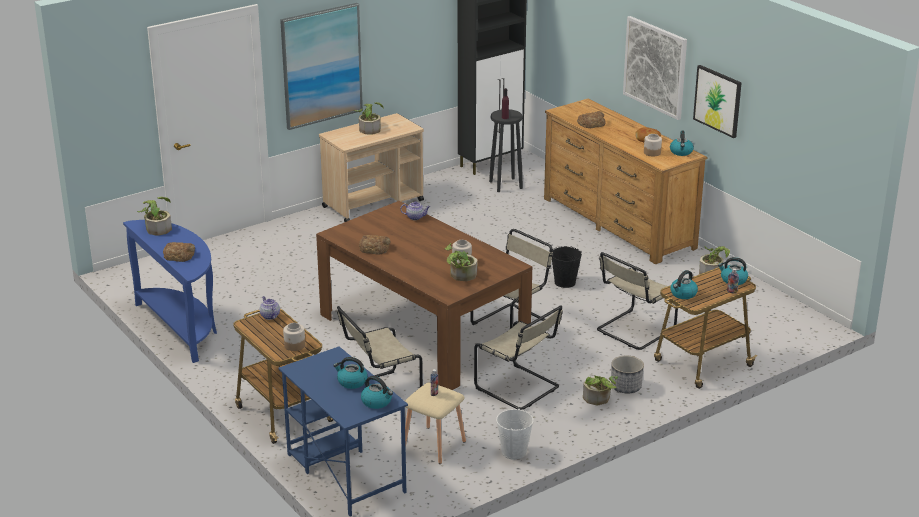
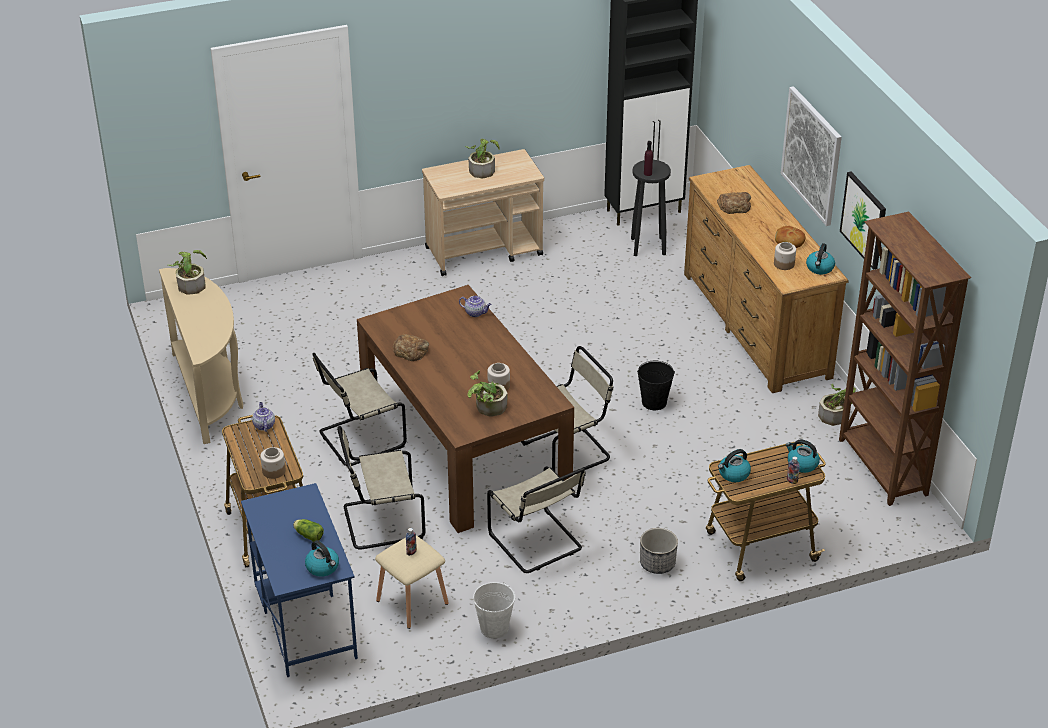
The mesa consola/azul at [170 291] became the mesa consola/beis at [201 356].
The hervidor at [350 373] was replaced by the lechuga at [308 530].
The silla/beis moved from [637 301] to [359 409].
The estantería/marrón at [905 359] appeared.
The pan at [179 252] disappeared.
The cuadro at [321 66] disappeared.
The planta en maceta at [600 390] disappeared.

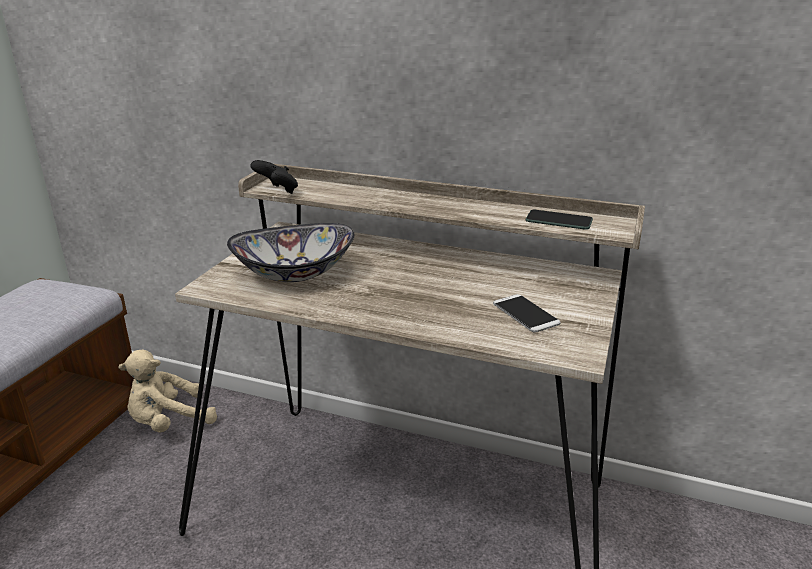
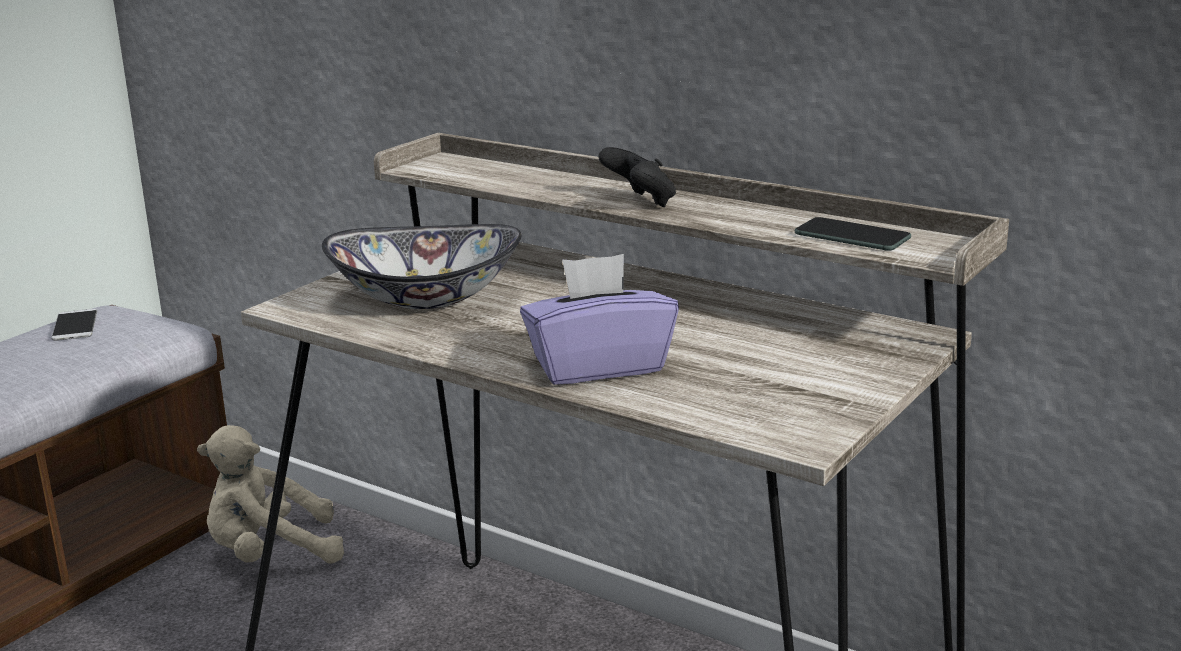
The móvil moved from [526 313] to [74 325].
The caja de pañuelos/morado at [599 319] appeared.
The mando de consola/negro moved from [274 177] to [637 177].

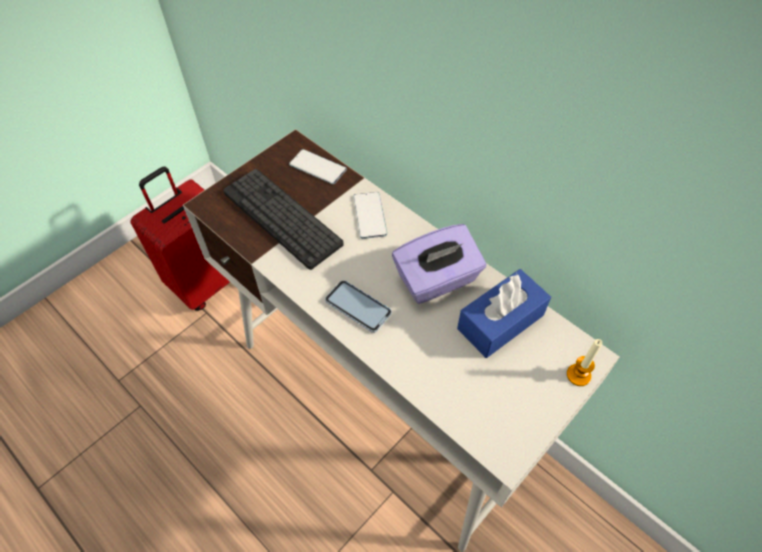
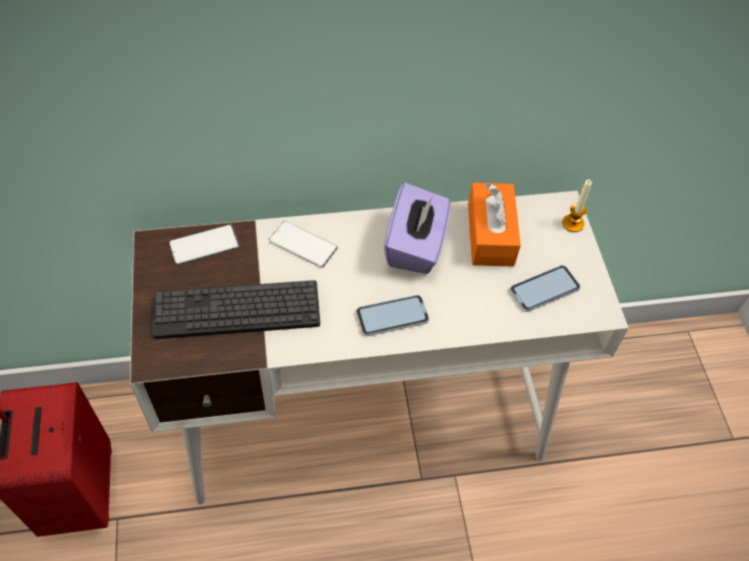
The caja de pañuelos/azul at [504 313] became the caja de pañuelos/naranja at [494 225].
The móvil at [545 288] appeared.

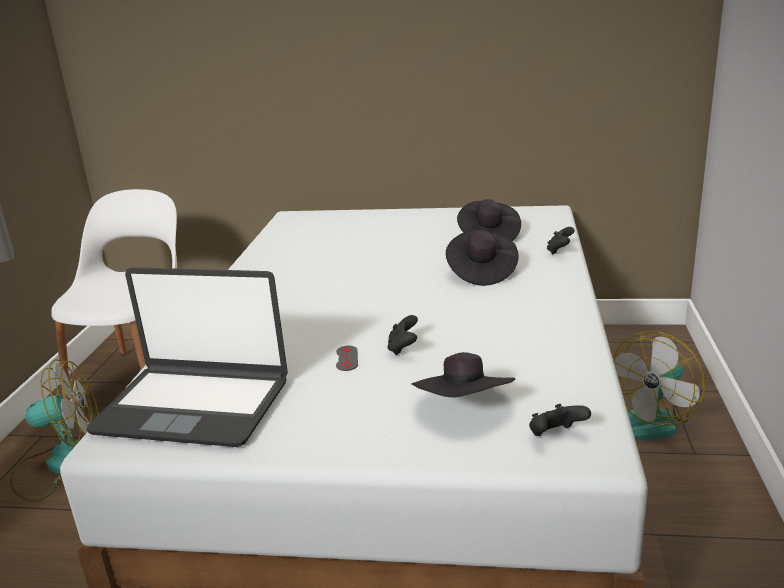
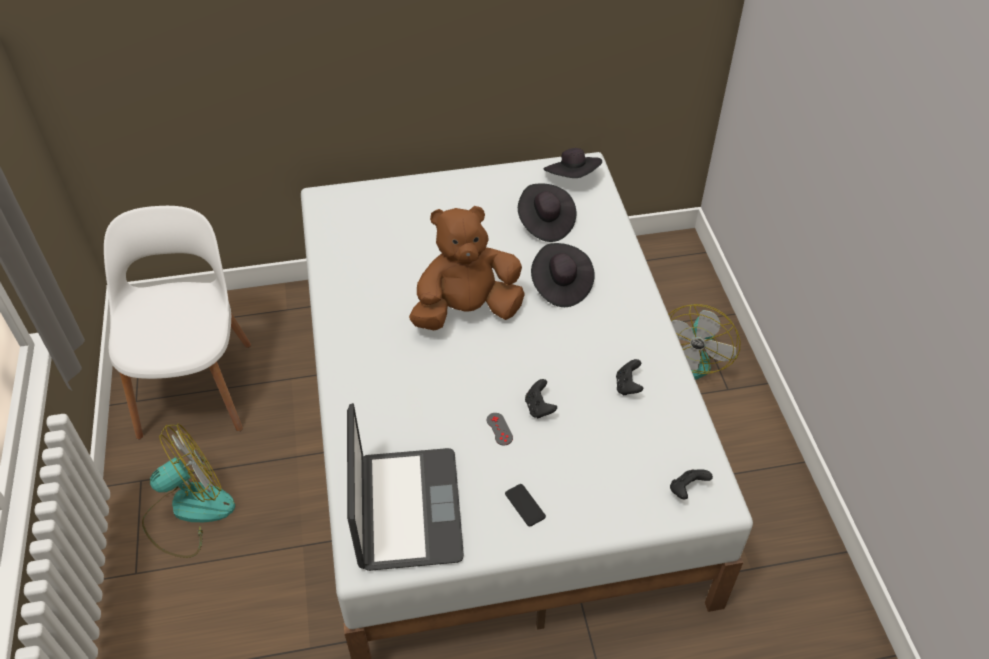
The portátil at [187 357] turned 90 degrees counterclockwise.
The peluche/marrón at [467 268] appeared.
The móvil at [525 505] appeared.
The sombrero/negro moved from [463 375] to [573 163].
The mando de consola/negro moved from [561 240] to [629 377].

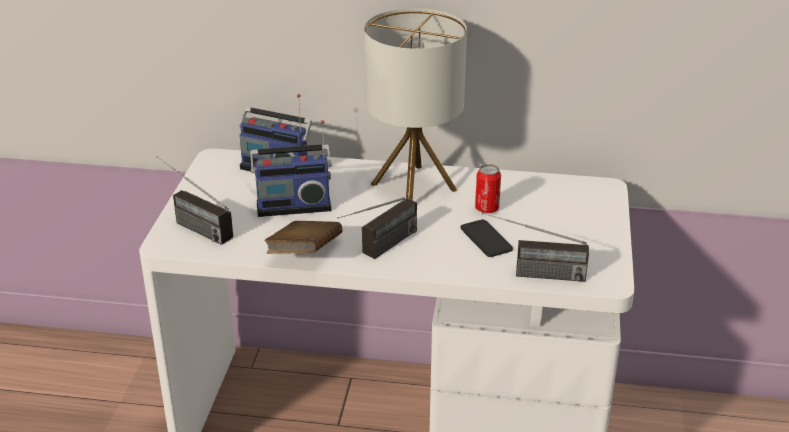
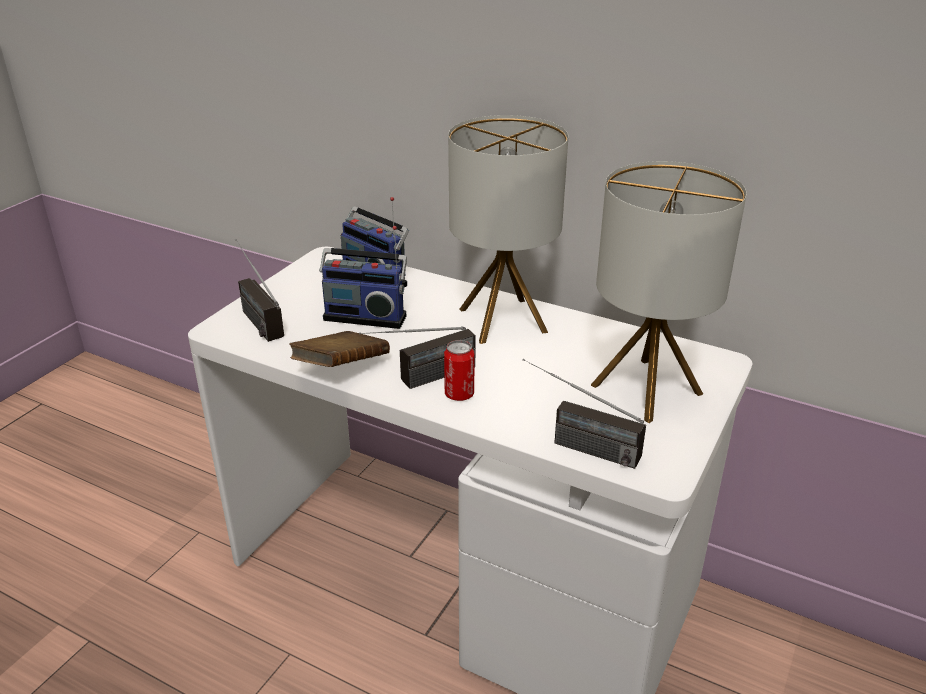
The lata moved from [488 188] to [459 370].
The lámpara de mesa at [669 292] appeared.
The móvil at [487 238] disappeared.

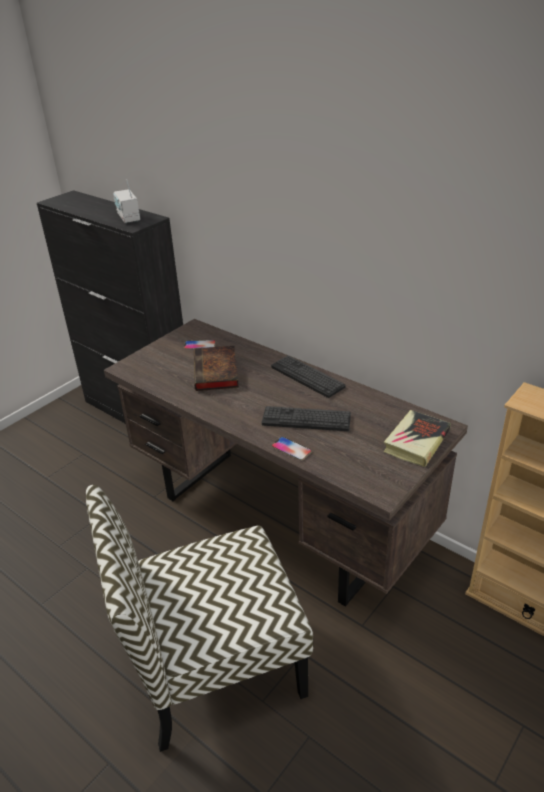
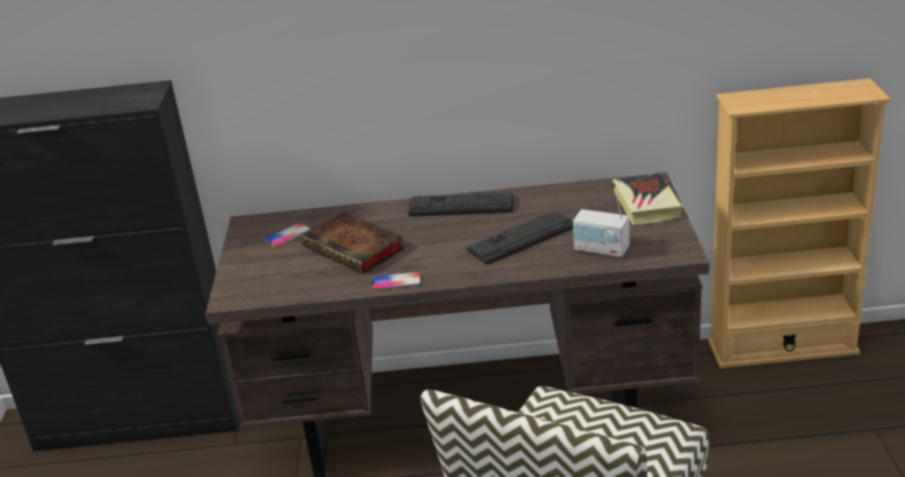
The móvil moved from [291 448] to [396 281].
The radio moved from [126 201] to [601 225].

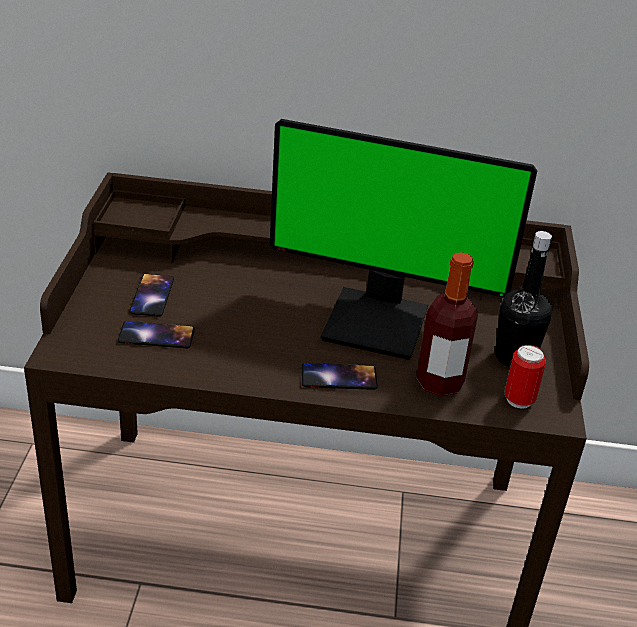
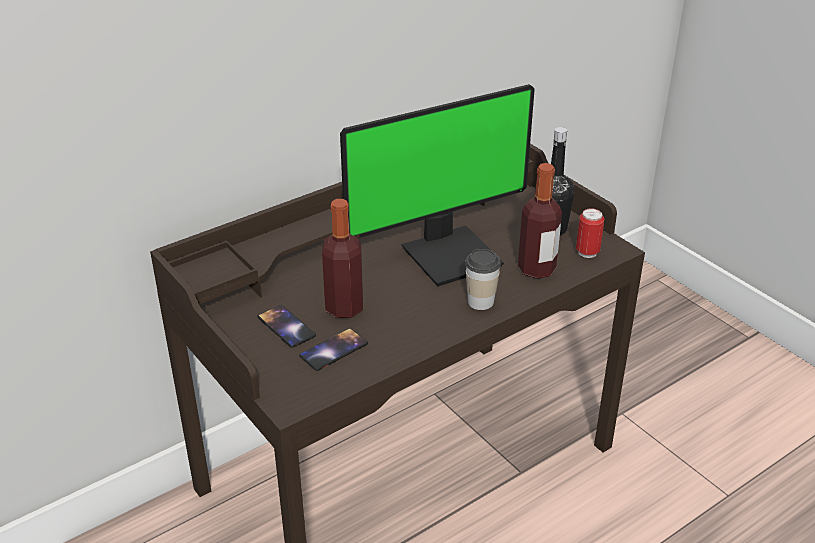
The botella at [342 258] appeared.
The móvil at [340 376] was replaced by the taza at [483 279].

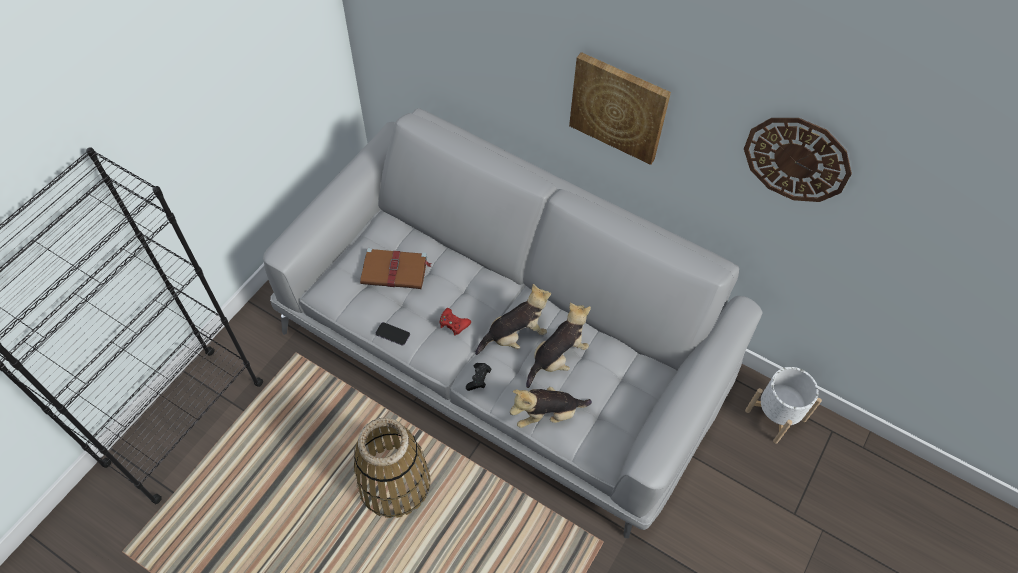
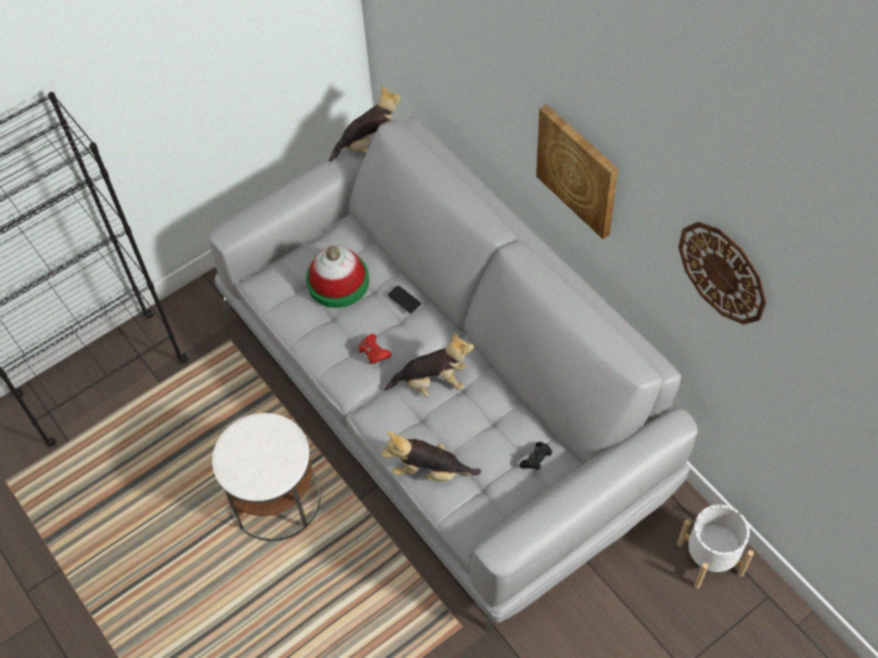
The cesta at [392 468] was replaced by the mesa auxiliar/blanco at [266 477].
The libro/marrón at [396 268] was replaced by the sombrero at [337 277].
The peluche moved from [558 345] to [365 123].
The móvil moved from [393 334] to [404 300].
The mando de consola/negro moved from [478 377] to [536 456].

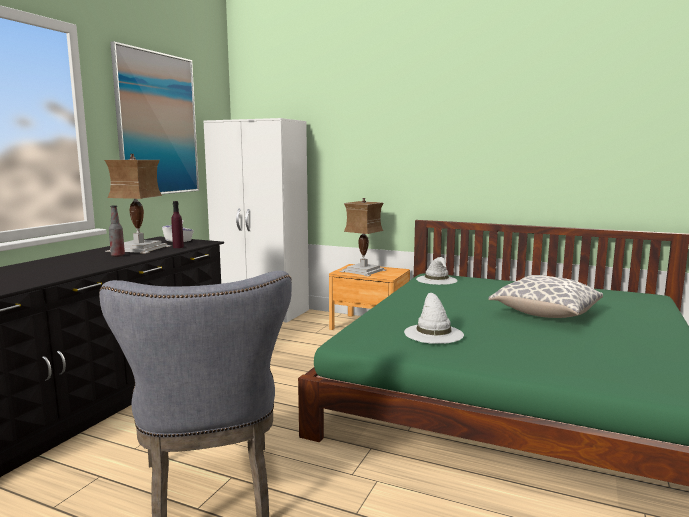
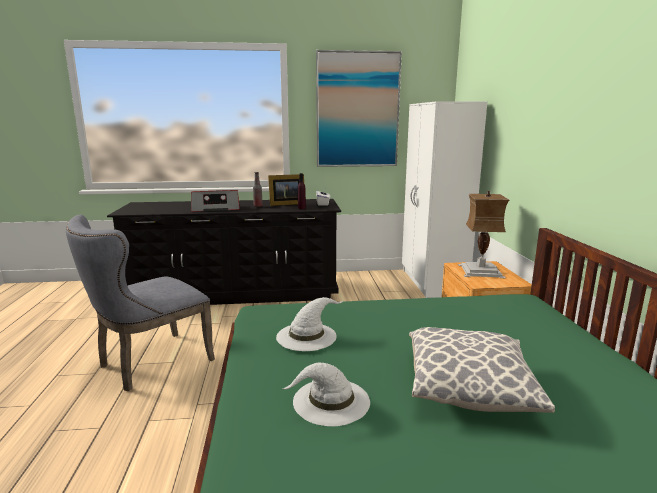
The radio at [215 201] appeared.
The lámpara de mesa at [138 204] was replaced by the portarretratos at [286 190].
The sombrero/blanco moved from [437 271] to [326 394].

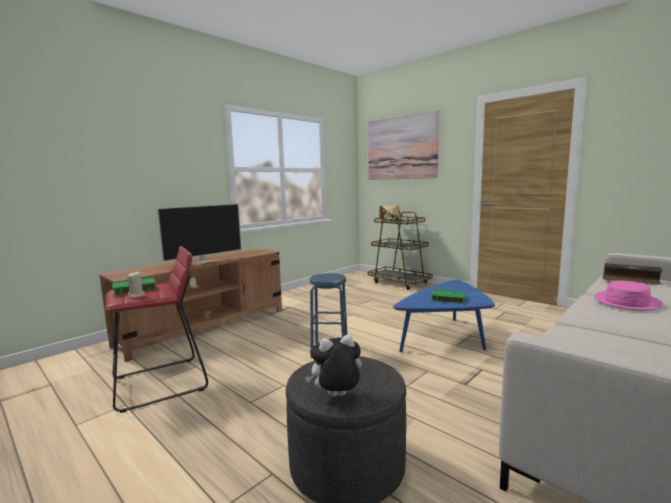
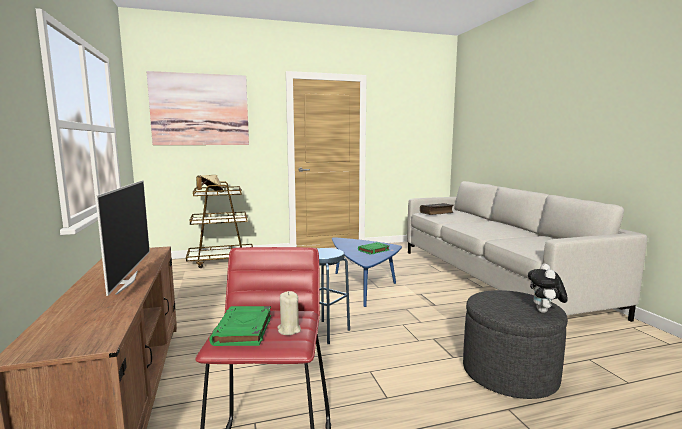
The sombrero/rosa at [628 296] disappeared.

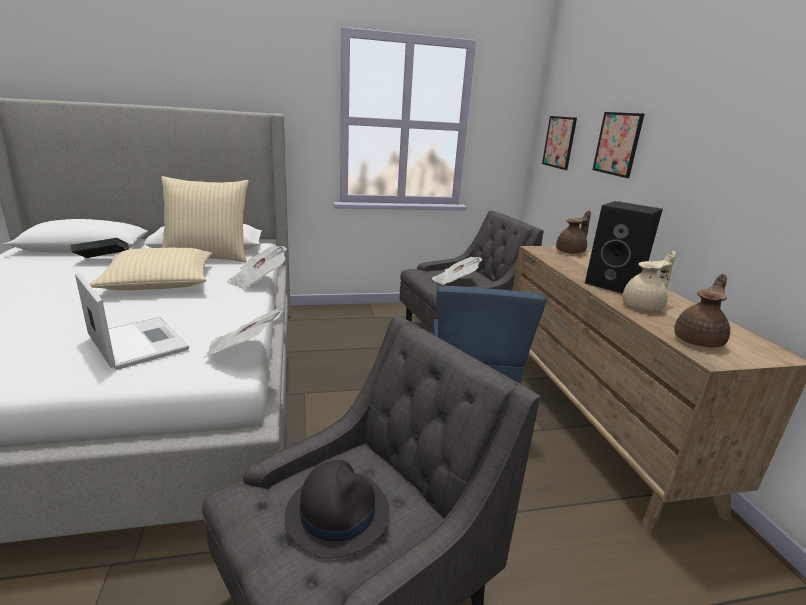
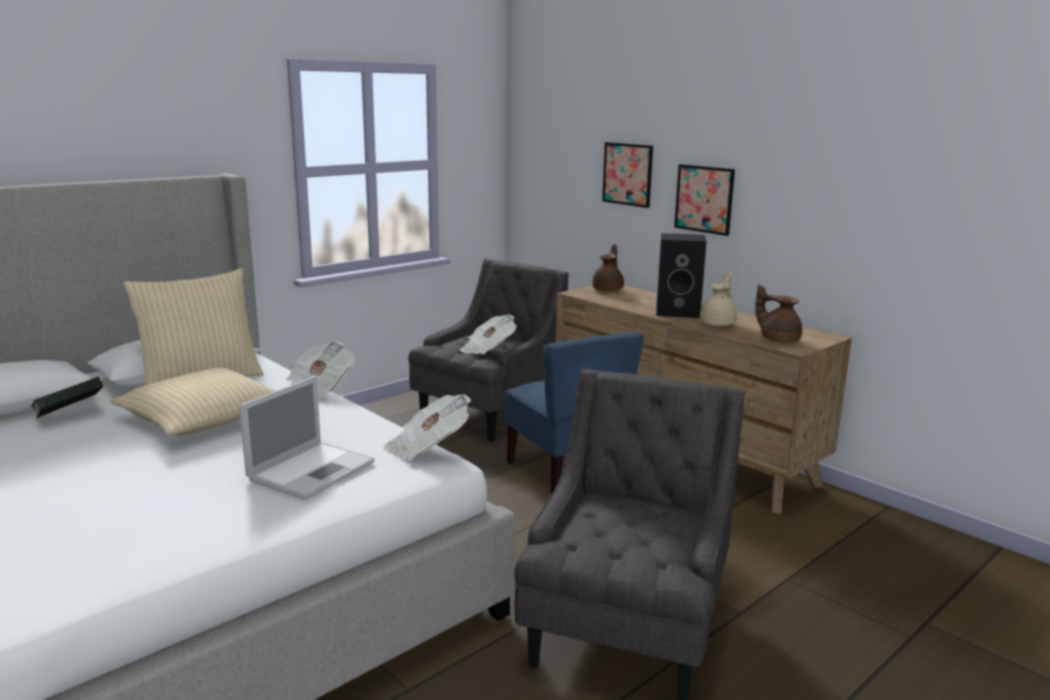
The portátil at [132 321] turned 105 degrees clockwise.
The cuadro moved from [559 143] to [704 200].
The tetera/marrón at [702 310] turned 60 degrees counterclockwise.
The sombrero/negro at [337 509] disappeared.

